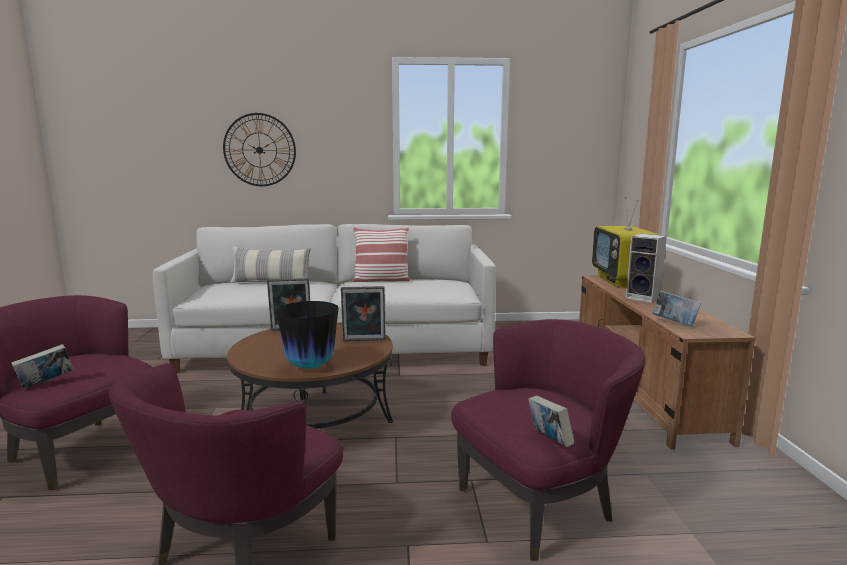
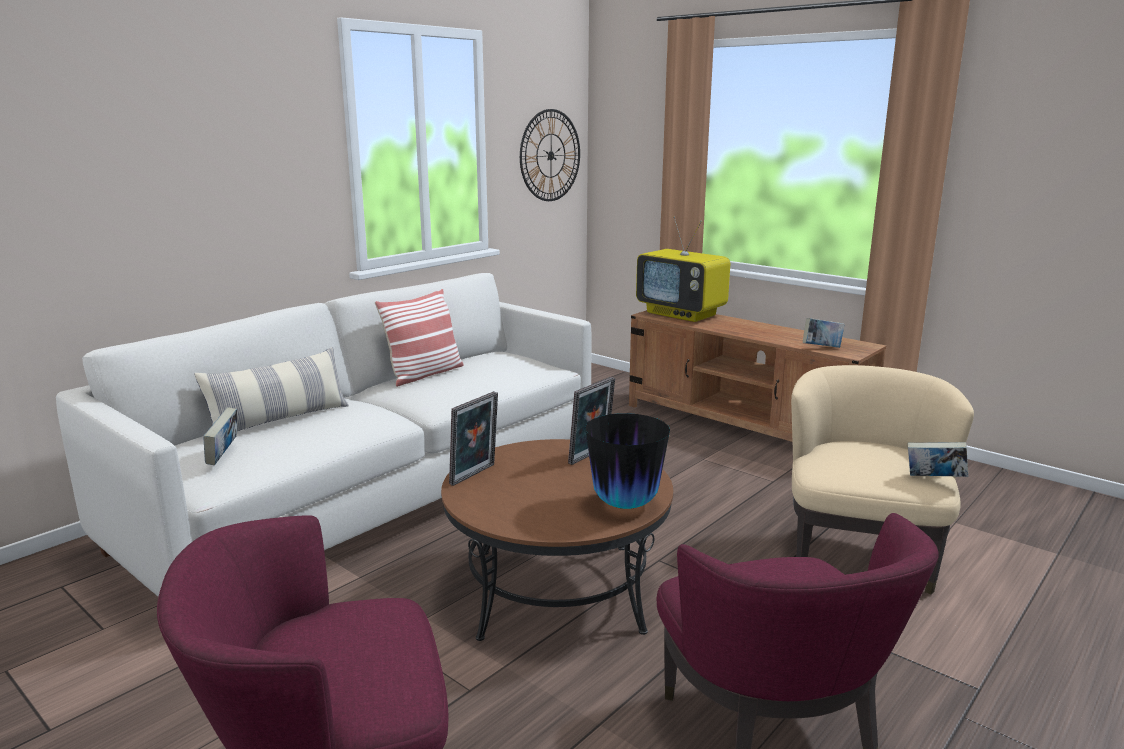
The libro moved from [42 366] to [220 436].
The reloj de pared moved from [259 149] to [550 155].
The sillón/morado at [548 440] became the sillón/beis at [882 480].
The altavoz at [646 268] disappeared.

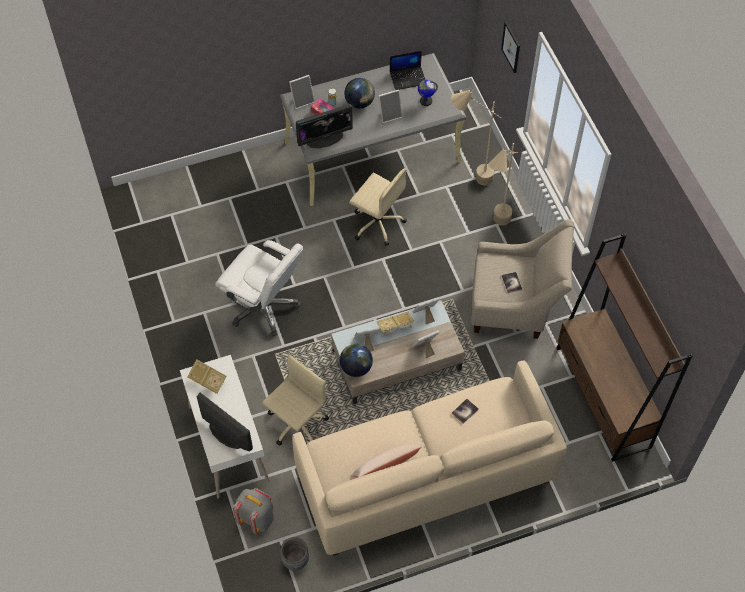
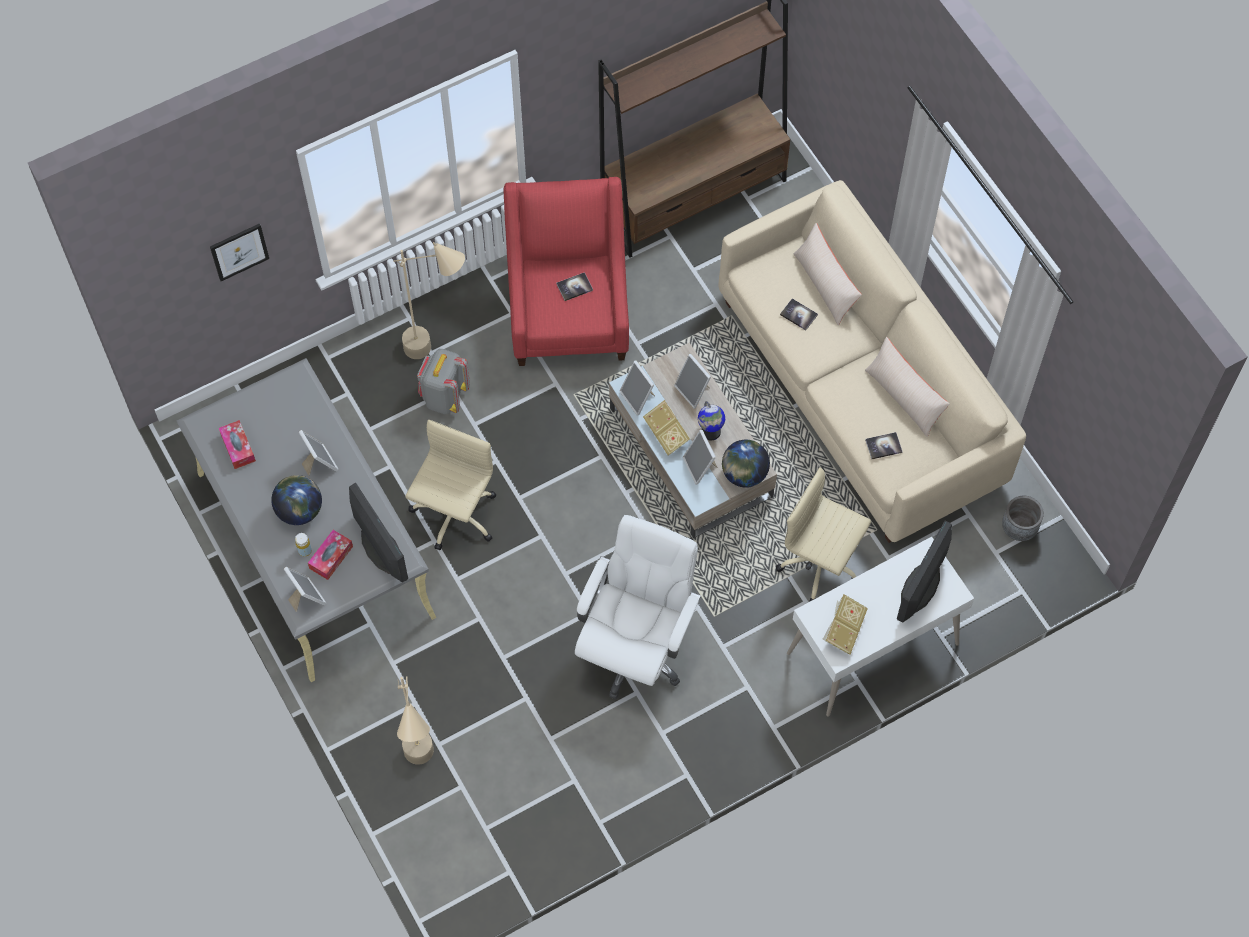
The portátil at [407 70] was replaced by the caja de pañuelos at [237 444].
The lámpara de pie/beis moved from [476 138] to [415 720].
The mochila/gris moved from [253 511] to [443 381].
The sillón/beis at [522 279] became the sillón/rojo at [566 271].
The globo terráqueo moved from [428 93] to [711 420].
The cojín/beis at [827 274] appeared.
The libro at [884 445] appeared.

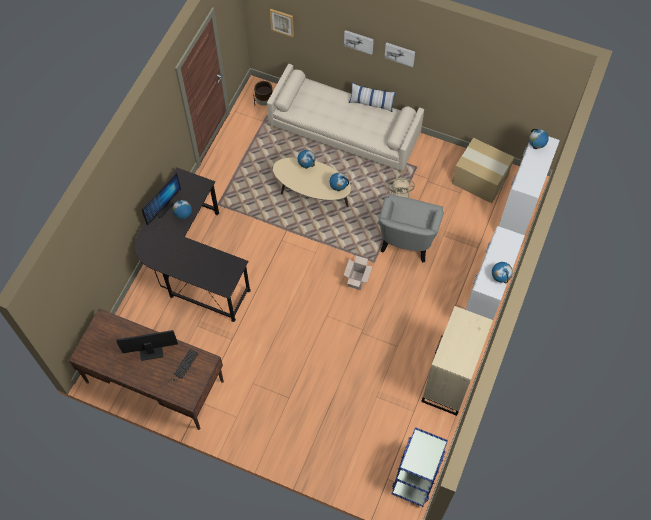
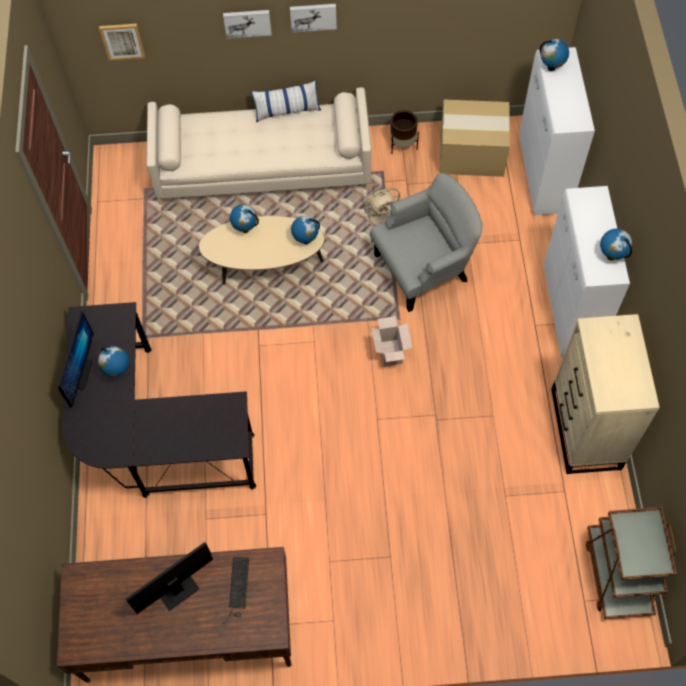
The sillón/gris at [411 228] turned 105 degrees counterclockwise.
The maceta/marrón moved from [262 93] to [404 132].
The carrito/azul at [420 467] became the carrito/marrón at [631 563].

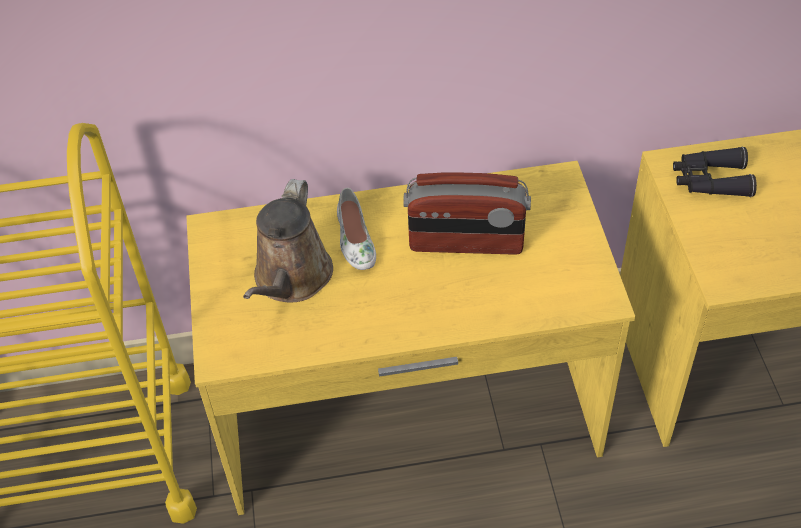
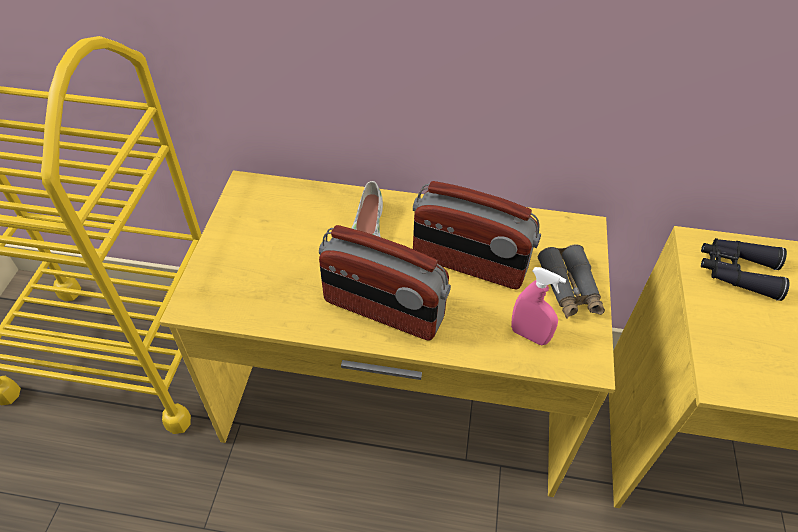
The radio at [385 283] appeared.
The pulverizador/rosa at [538 306] appeared.
The prismáticos/gris at [571 281] appeared.
The regadera/marrón at [288 241] disappeared.

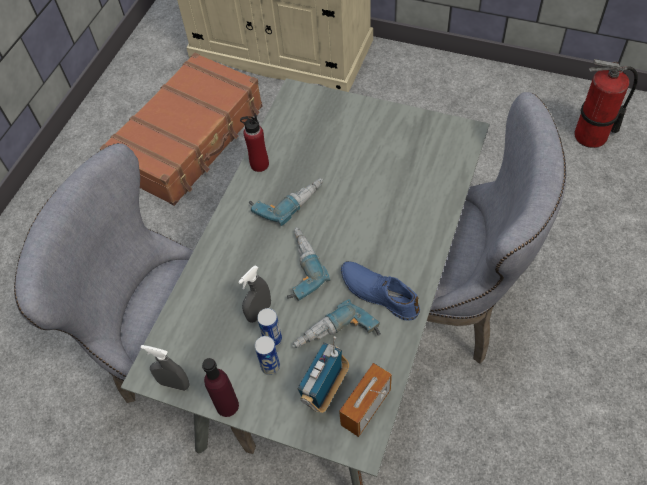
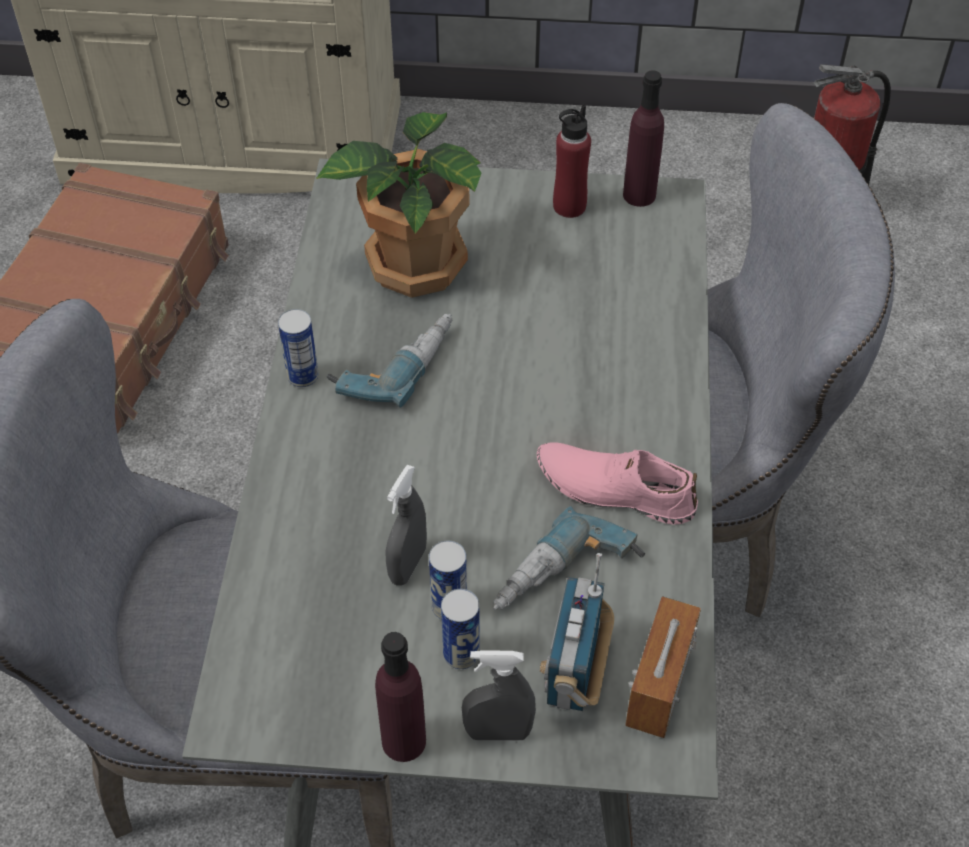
The lata at [298 348] appeared.
The planta en maceta at [399 205] appeared.
The pulverizador/gris moved from [165 368] to [499 695].
The zapato/azul at [380 291] became the zapato/rosa at [617 483].
The botella/rojo moved from [254 143] to [572 161].
The botella/morado at [643 138] appeared.
The taladro at [308 264] disappeared.

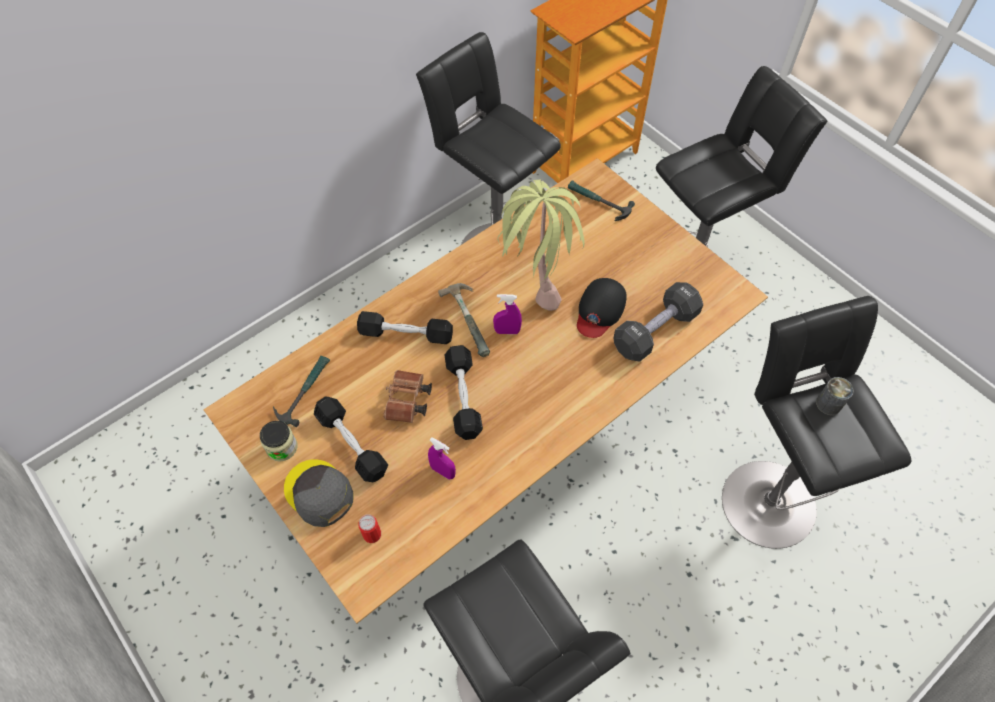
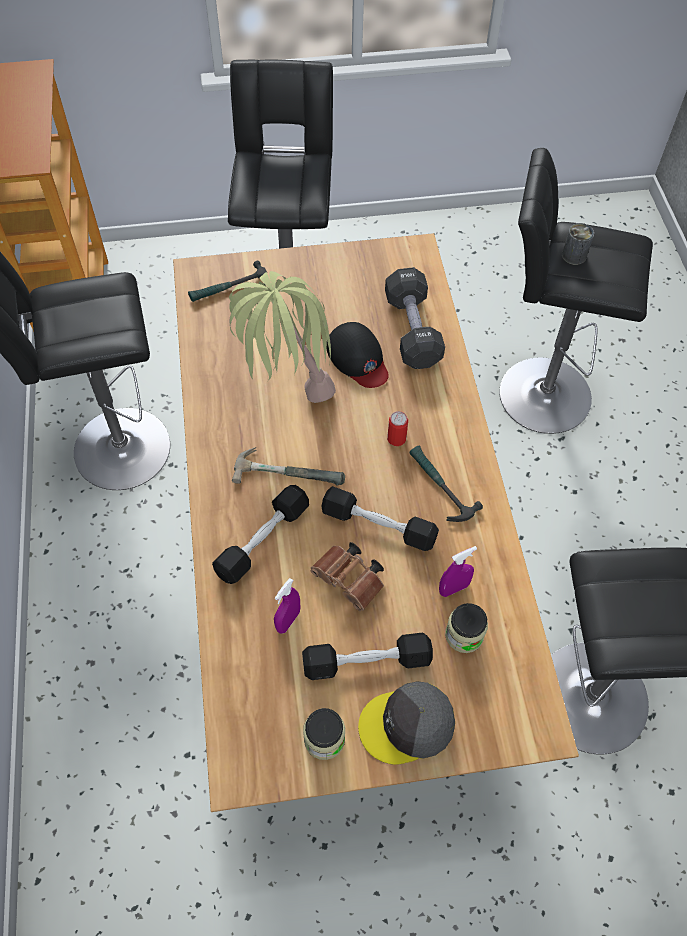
The pulverizador/morado moved from [507 314] to [287 606].
The lata moved from [369 528] to [397 428].
The martillo moved from [301 391] to [446 484].
The tarro at [466 628] appeared.

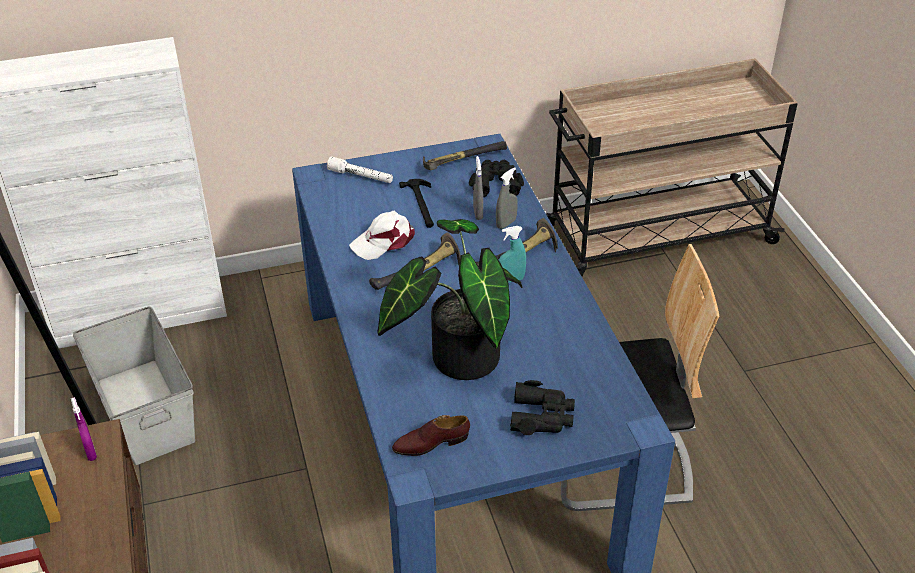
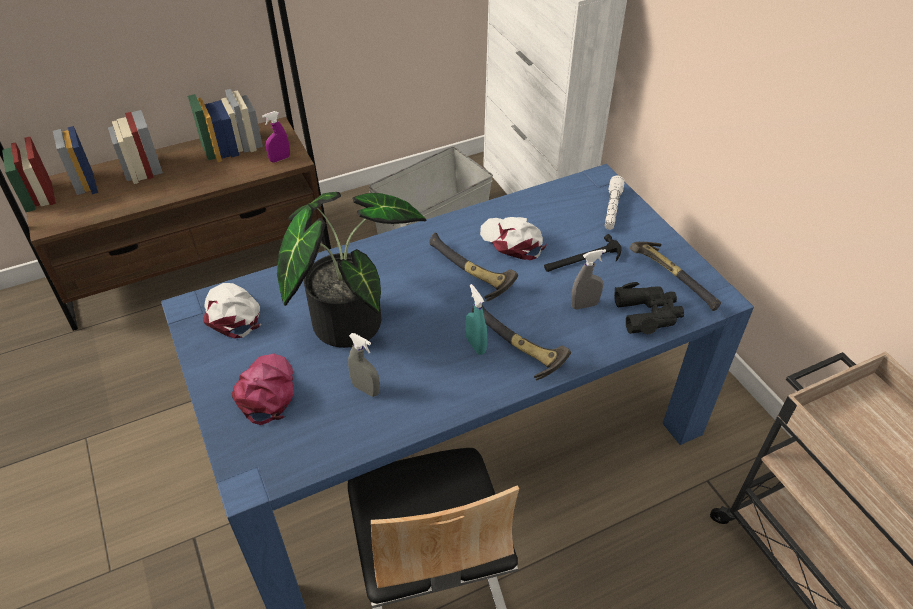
The zapato/marrón at [431 435] was replaced by the gorra/blanco at [232 311].
The prismáticos/negro at [542 407] was replaced by the gorra/rosa at [263 389].
The pulverizador/gris moved from [507 198] to [364 365].

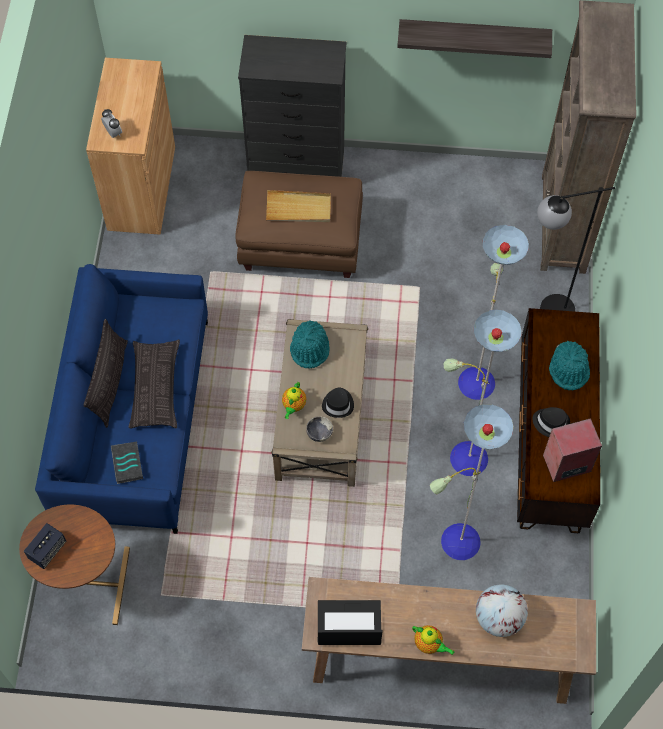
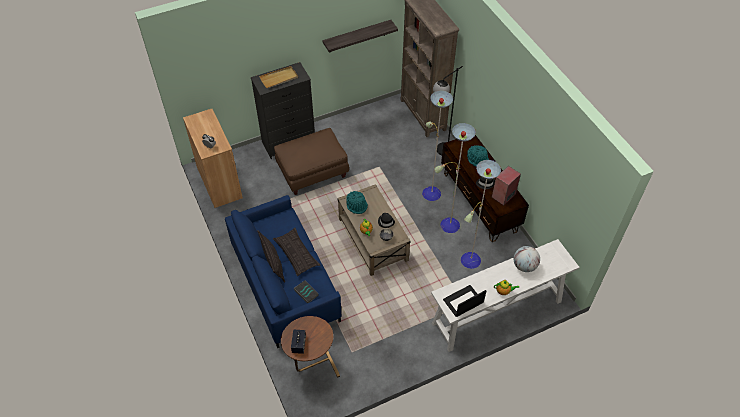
The bandeja/beis moved from [298 206] to [278 77].
The mesa consola/marrón at [449 640] became the mesa consola/blanco at [505 295].

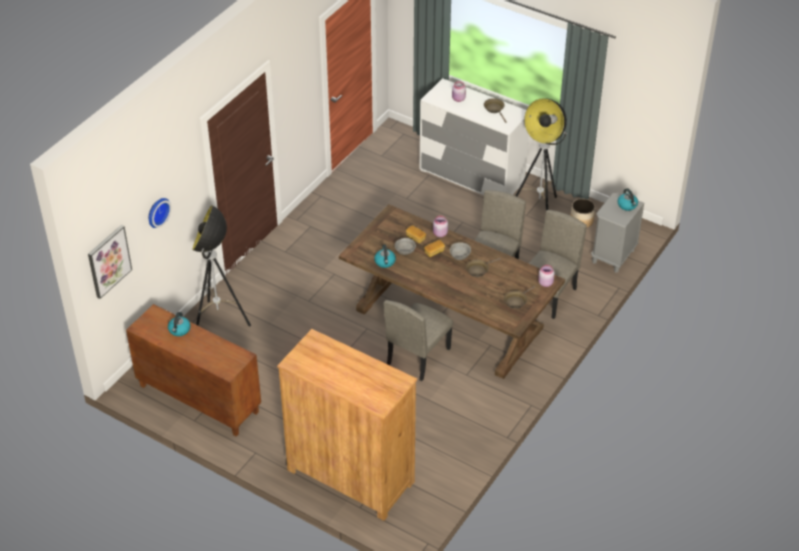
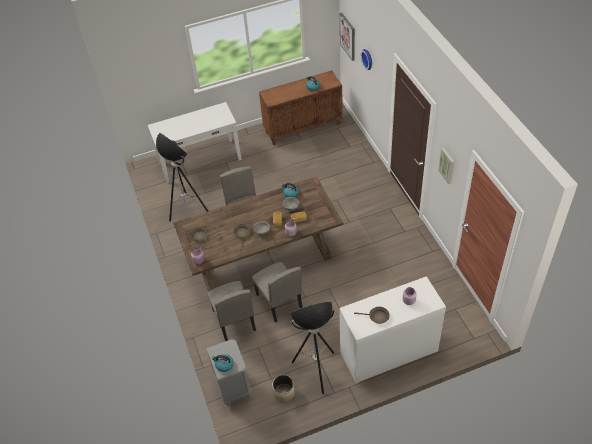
The cómoda/marrón at [347 425] was replaced by the mesa consola/blanco at [195 142].
The lámpara de pie moved from [221 266] to [182 177].
The cuadro at [446 166] appeared.

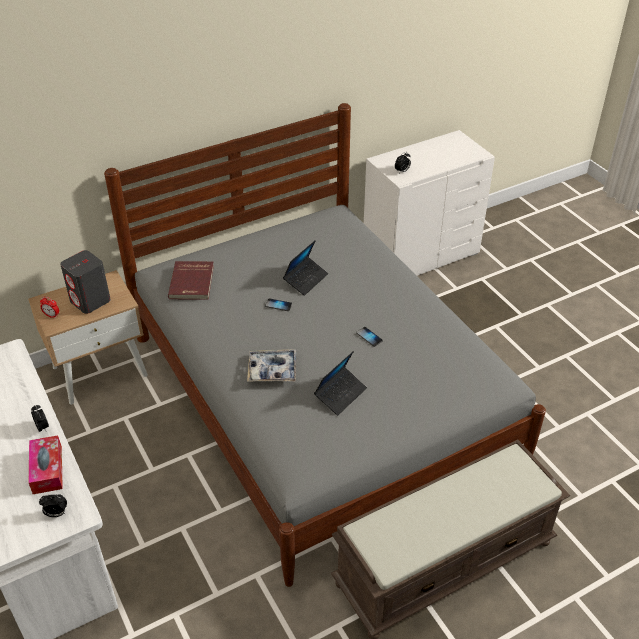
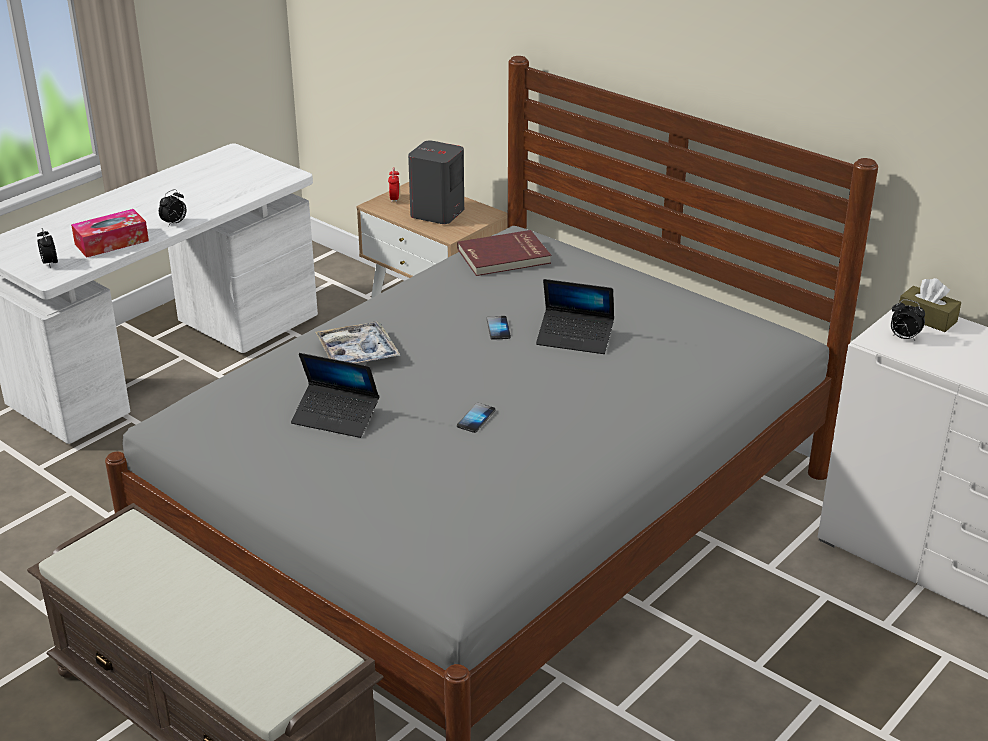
The caja de pañuelos/marrón at [930 305] appeared.

